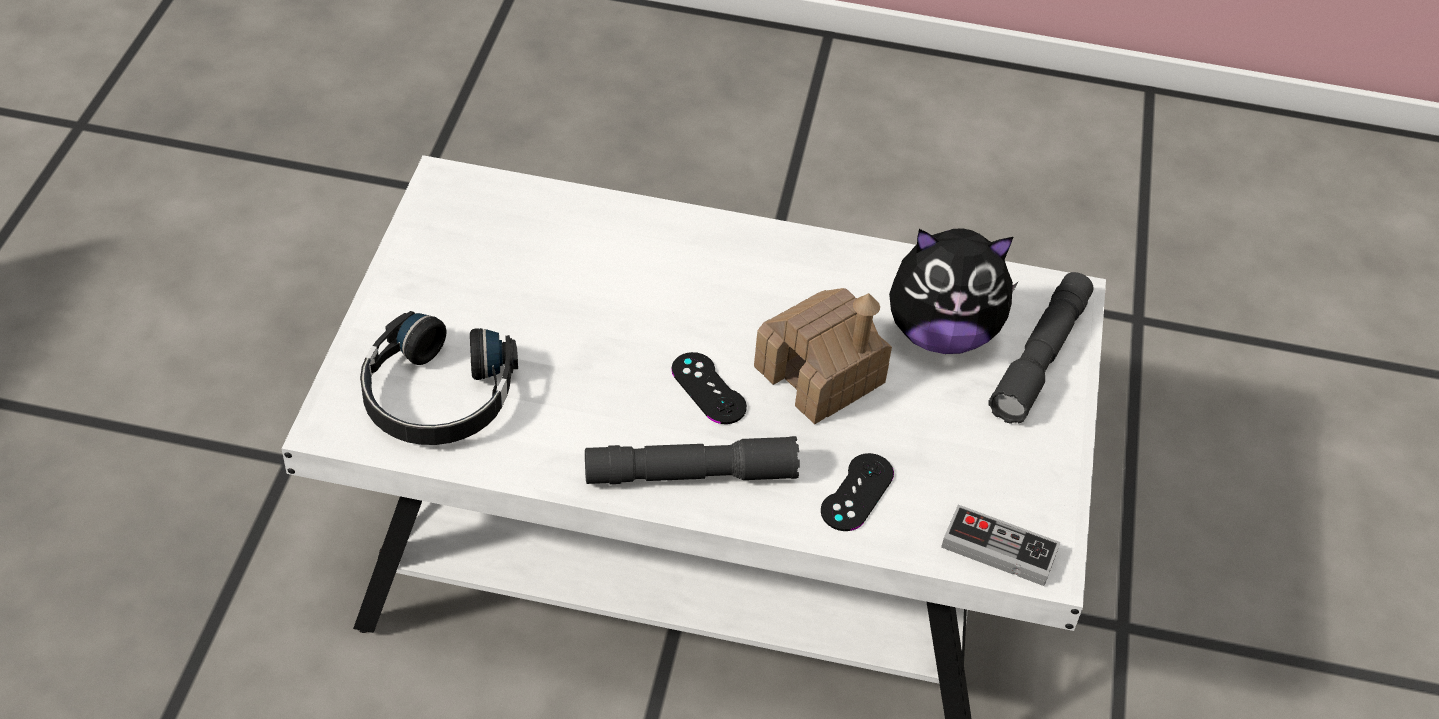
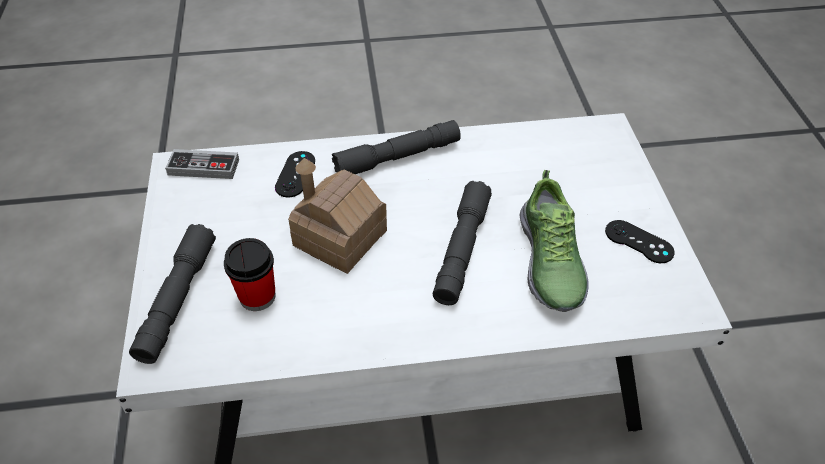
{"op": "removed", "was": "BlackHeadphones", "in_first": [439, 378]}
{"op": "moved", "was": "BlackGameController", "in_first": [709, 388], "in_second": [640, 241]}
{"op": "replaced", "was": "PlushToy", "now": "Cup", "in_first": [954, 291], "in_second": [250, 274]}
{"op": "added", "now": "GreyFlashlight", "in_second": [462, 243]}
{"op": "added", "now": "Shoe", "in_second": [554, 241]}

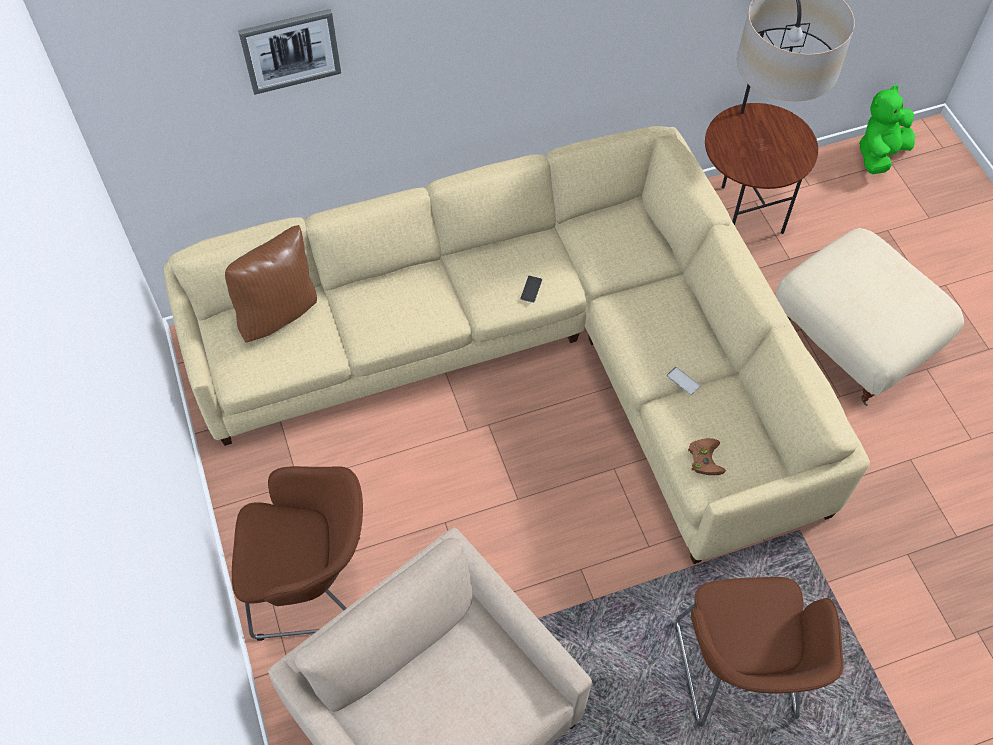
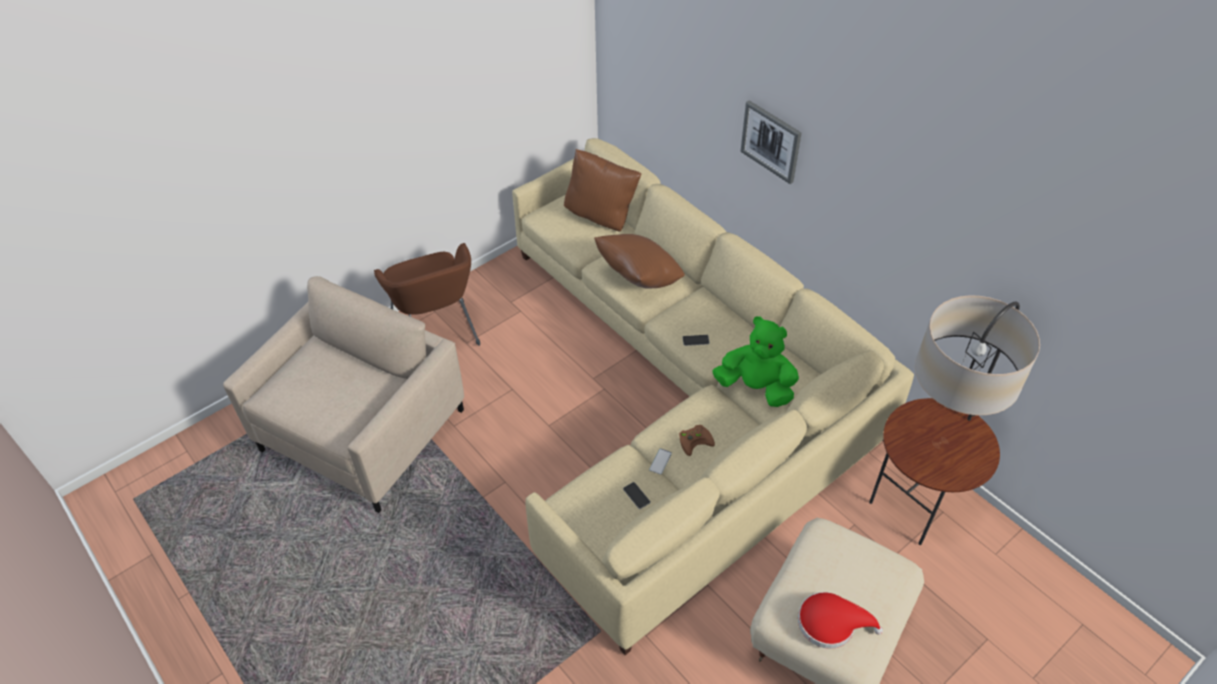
{"op": "moved", "was": "Picture", "in_first": [289, 52], "in_second": [771, 142]}
{"op": "removed", "was": "BrownArmchair", "in_first": [759, 652]}
{"op": "moved", "was": "BrownGameController", "in_first": [707, 456], "in_second": [697, 440]}
{"op": "moved", "was": "GreenPlushToy", "in_first": [887, 129], "in_second": [755, 361]}
{"op": "added", "now": "BrownPillow", "in_second": [639, 261]}
{"op": "added", "now": "Phone", "in_second": [637, 495]}
{"op": "added", "now": "RedHat", "in_second": [840, 620]}

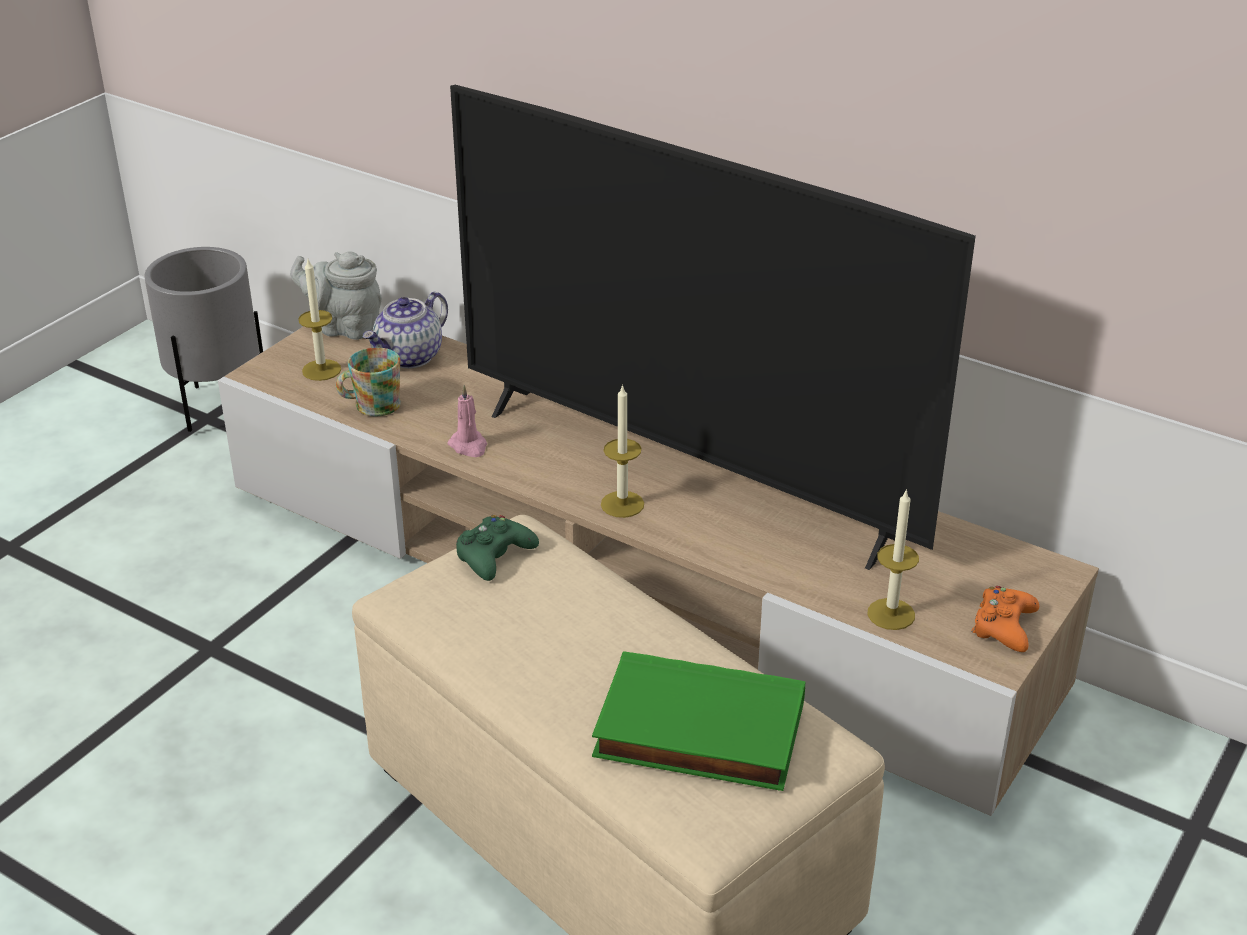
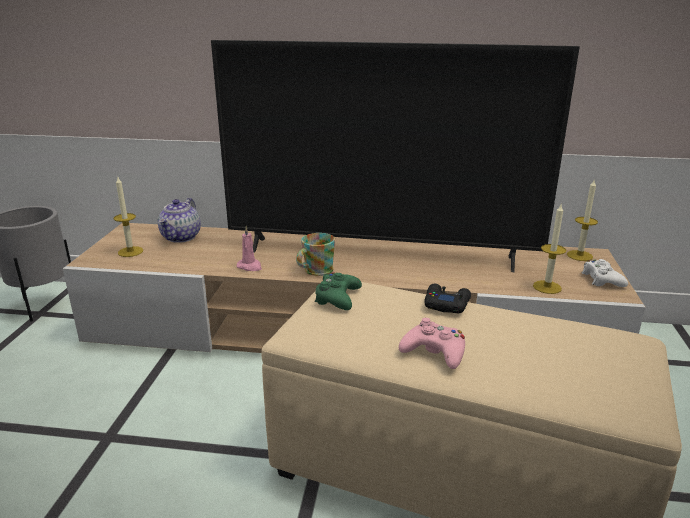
{"op": "removed", "was": "GreyTeapot", "in_first": [336, 295]}
{"op": "moved", "was": "Mug", "in_first": [368, 382], "in_second": [315, 254]}
{"op": "removed", "was": "GreenBook", "in_first": [698, 721]}
{"op": "moved", "was": "Candle", "in_first": [622, 451], "in_second": [582, 220]}
{"op": "recoloured", "was": "OrangeGameController", "now": "WhiteGameController", "in_first": [1005, 619], "in_second": [605, 273]}
{"op": "added", "now": "PinkGameController", "in_second": [432, 343]}
{"op": "added", "now": "BlackGameController", "in_second": [447, 298]}

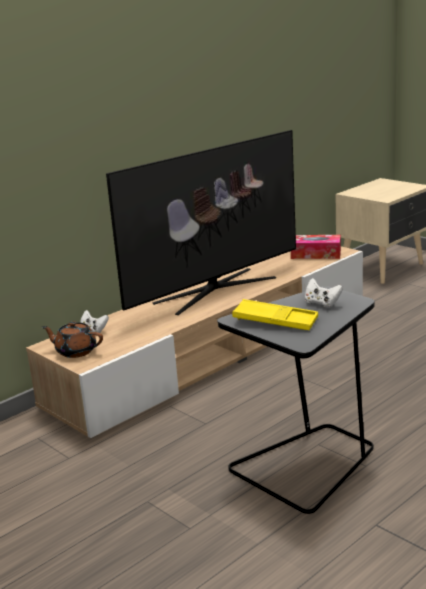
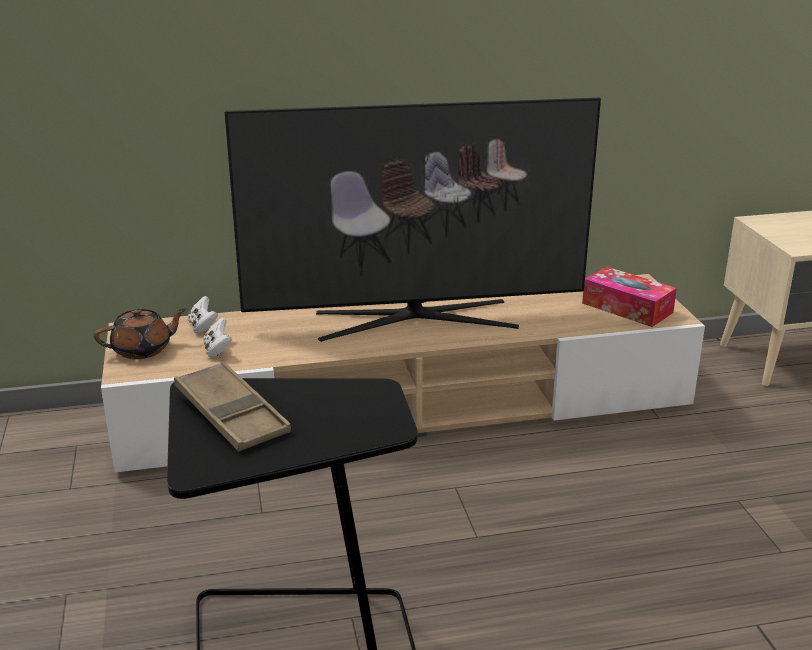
{"op": "turned", "was": "BrownTeapot", "in_first": [72, 339], "in_second": [140, 333], "clockwise": 105}
{"op": "recoloured", "was": "YellowTray", "now": "BrownTray", "in_first": [275, 314], "in_second": [232, 406]}
{"op": "moved", "was": "WhiteGameController", "in_first": [324, 293], "in_second": [217, 337]}

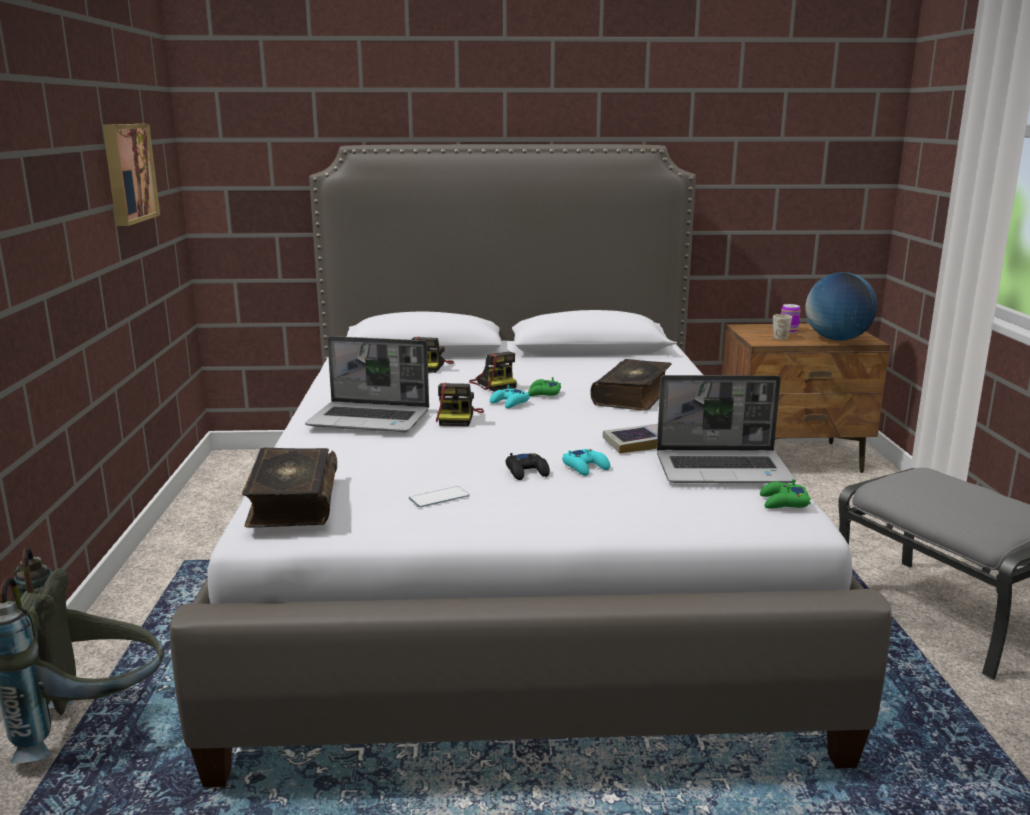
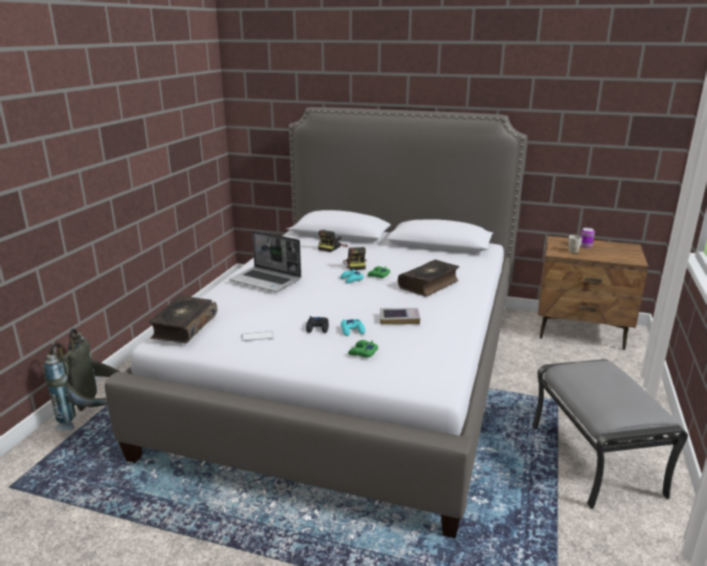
{"op": "removed", "was": "Picture", "in_first": [131, 175]}
{"op": "removed", "was": "PhotoCamera", "in_first": [460, 404]}
{"op": "removed", "was": "Laptop", "in_first": [726, 429]}
{"op": "moved", "was": "GreenGameController", "in_first": [785, 494], "in_second": [363, 349]}
{"op": "removed", "was": "Globe", "in_first": [841, 306]}

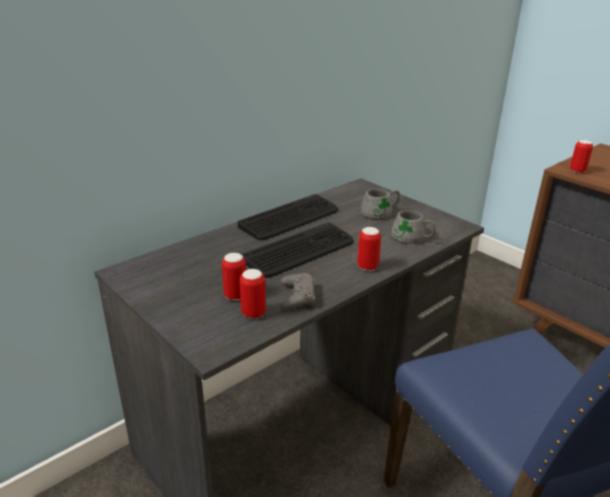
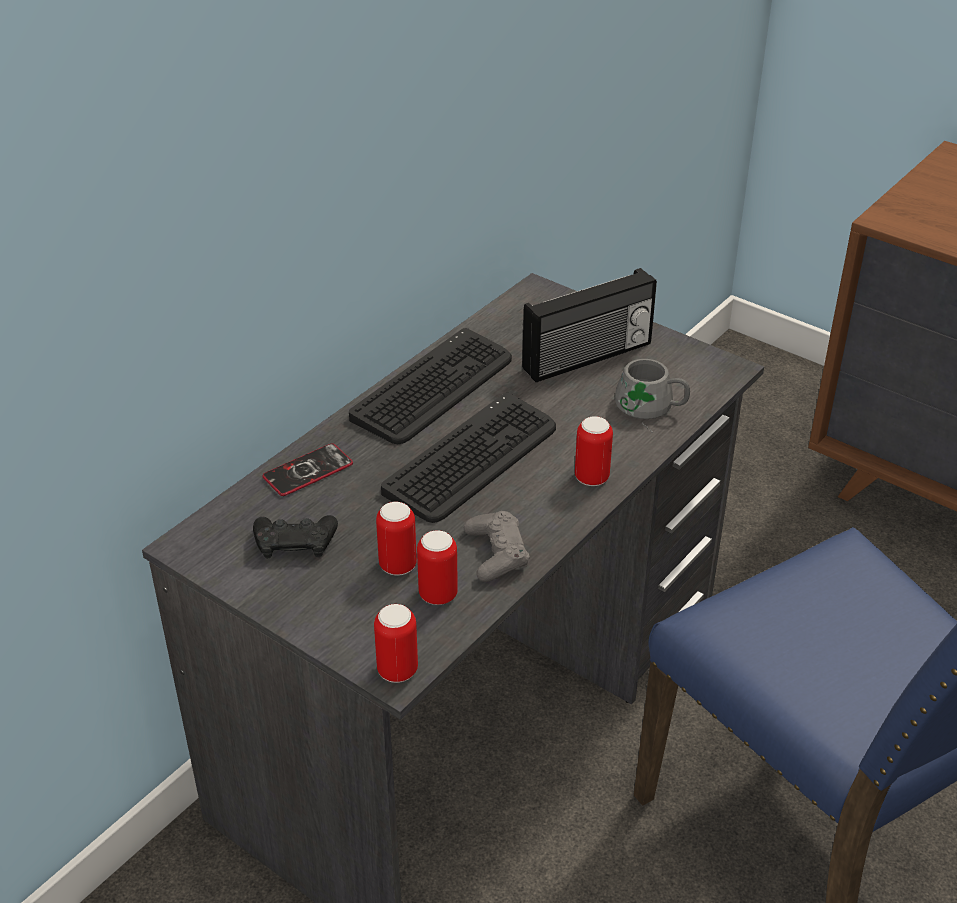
{"op": "replaced", "was": "GreyMug", "now": "Radio", "in_first": [380, 204], "in_second": [589, 325]}
{"op": "moved", "was": "Can", "in_first": [581, 156], "in_second": [396, 643]}
{"op": "added", "now": "BlackGameController", "in_second": [295, 537]}
{"op": "added", "now": "Phone", "in_second": [307, 469]}

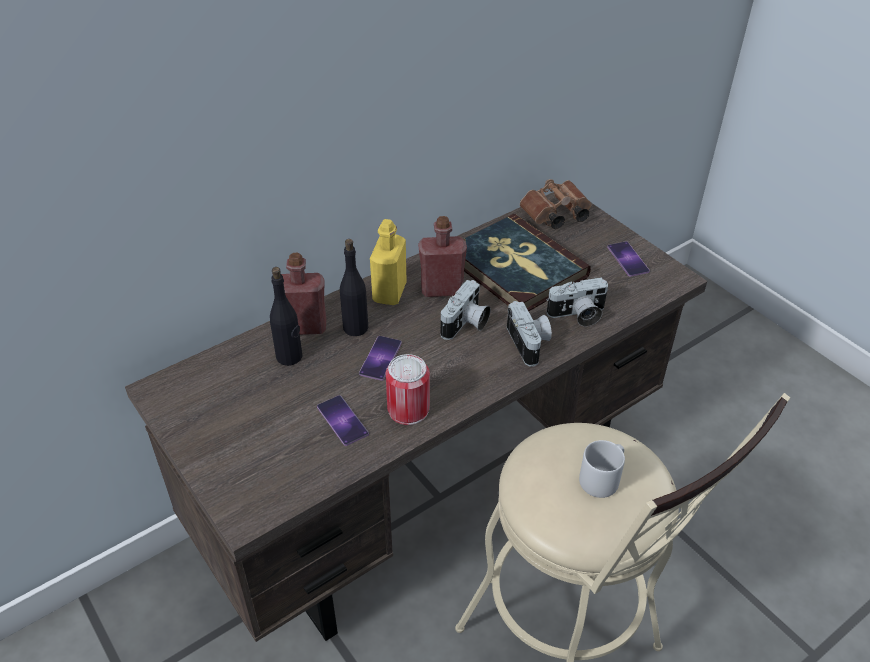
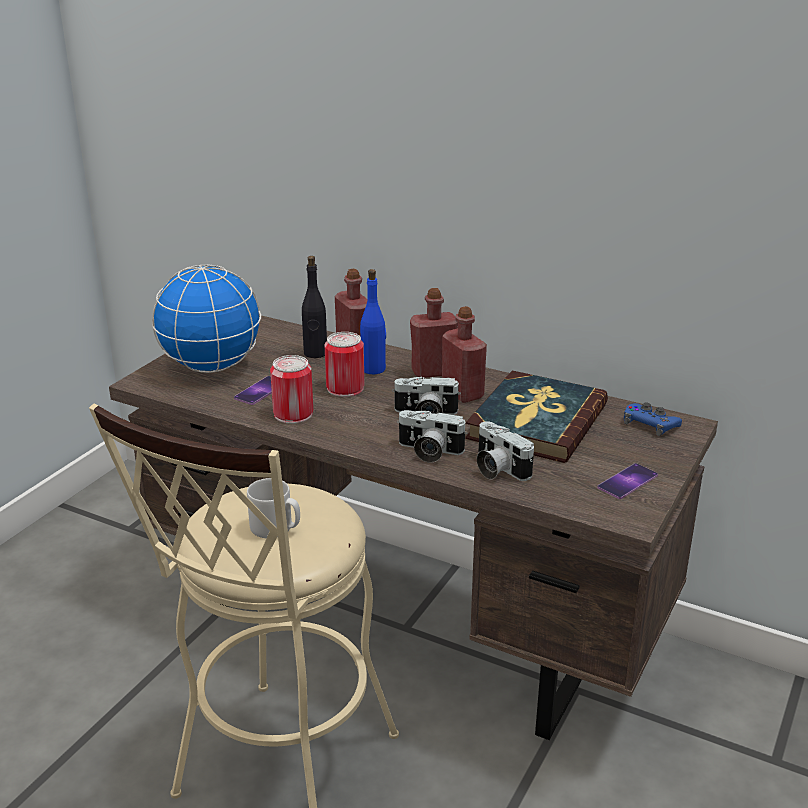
{"op": "recoloured", "was": "BlackBottle", "now": "BlueBottle", "in_first": [354, 287], "in_second": [373, 321]}
{"op": "replaced", "was": "Phone", "now": "Can", "in_first": [380, 358], "in_second": [344, 364]}
{"op": "recoloured", "was": "YellowBottle", "now": "RedBottle", "in_first": [388, 262], "in_second": [434, 333]}
{"op": "turned", "was": "PhotoCamera", "in_first": [529, 334], "in_second": [432, 436], "clockwise": 60}
{"op": "replaced", "was": "BrownBinoculars", "now": "BlueGameController", "in_first": [556, 204], "in_second": [653, 419]}
{"op": "added", "now": "Globe", "in_second": [206, 319]}

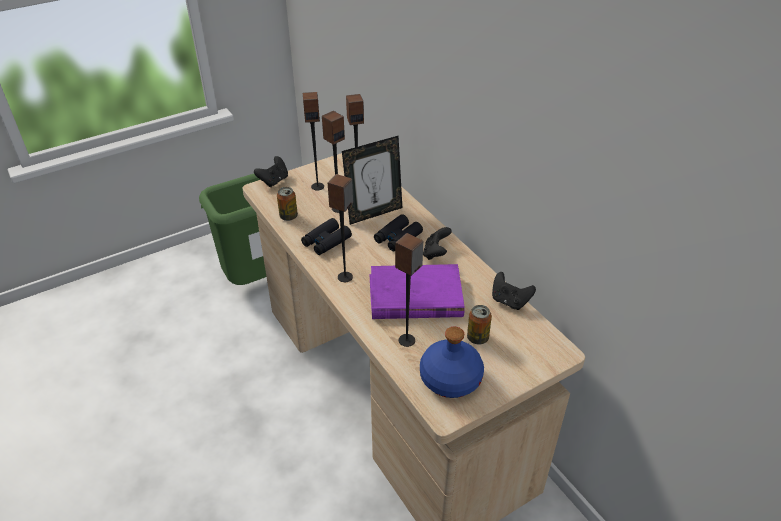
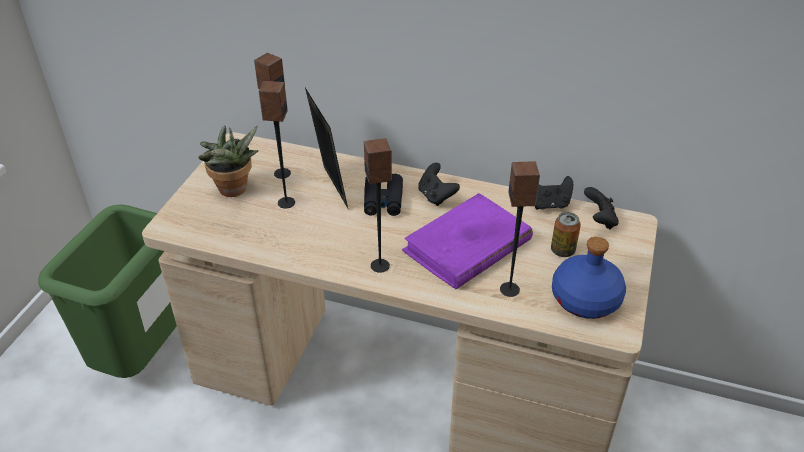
{"op": "moved", "was": "BlackGameController", "in_first": [271, 171], "in_second": [601, 208]}
{"op": "removed", "was": "Can", "in_first": [287, 204]}
{"op": "removed", "was": "BlackBinoculars", "in_first": [326, 236]}
{"op": "replaced", "was": "Speaker", "now": "PottedPlant", "in_first": [313, 141], "in_second": [228, 161]}
{"op": "turned", "was": "PictureFrame", "in_first": [372, 180], "in_second": [326, 148], "clockwise": -45}

